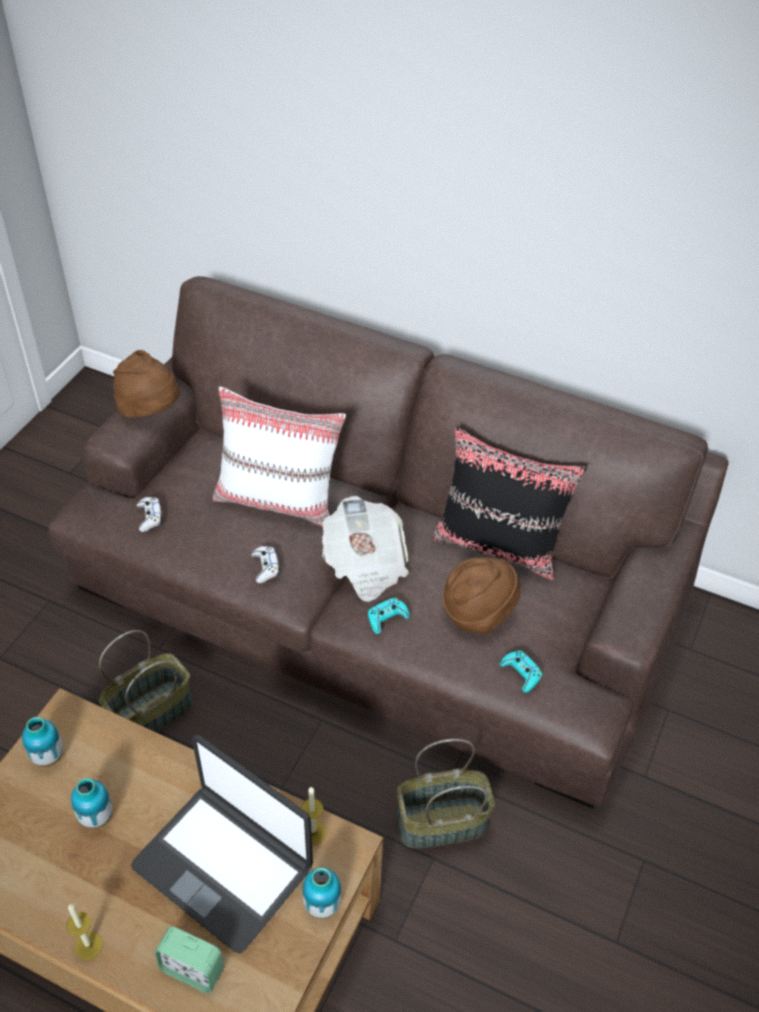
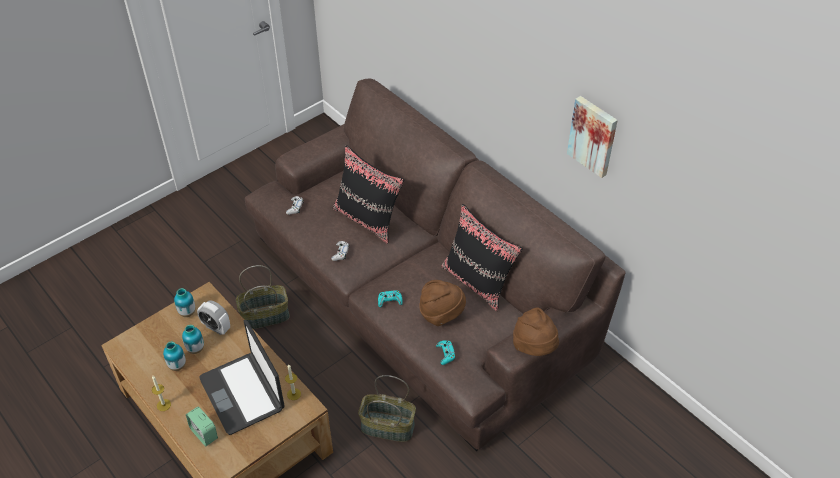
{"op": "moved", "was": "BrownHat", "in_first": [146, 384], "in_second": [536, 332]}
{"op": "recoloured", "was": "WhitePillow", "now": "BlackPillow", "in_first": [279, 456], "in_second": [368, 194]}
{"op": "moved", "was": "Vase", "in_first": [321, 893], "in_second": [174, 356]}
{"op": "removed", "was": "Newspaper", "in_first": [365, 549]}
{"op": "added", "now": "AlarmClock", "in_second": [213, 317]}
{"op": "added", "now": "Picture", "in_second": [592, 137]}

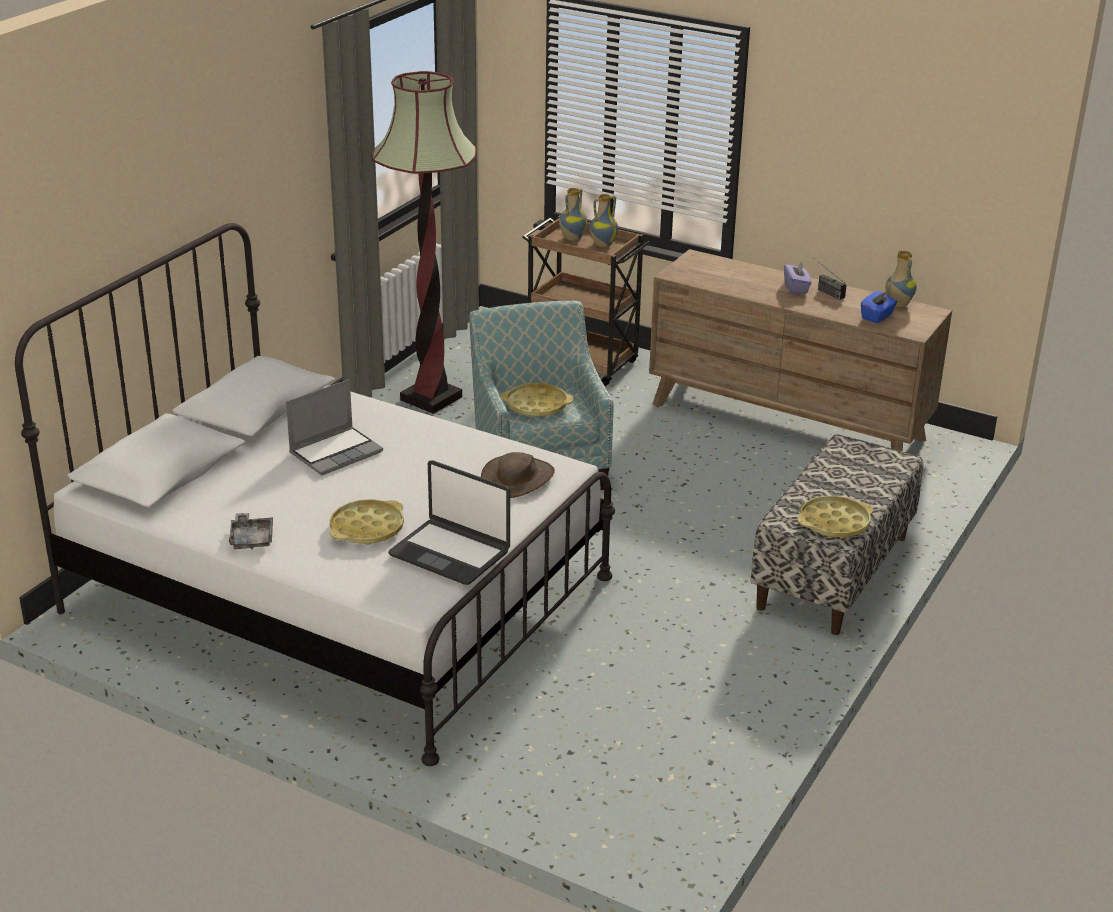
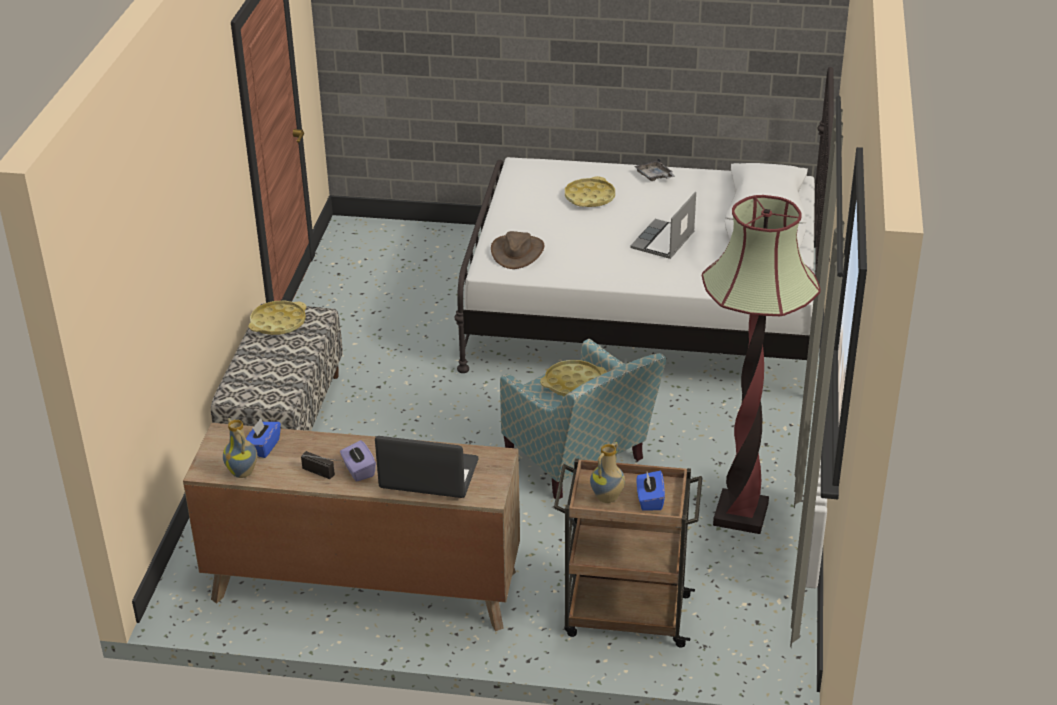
{"op": "moved", "was": "Laptop", "in_first": [449, 522], "in_second": [427, 467]}
{"op": "replaced", "was": "Vase", "now": "BlueTissueBox", "in_first": [573, 214], "in_second": [651, 491]}

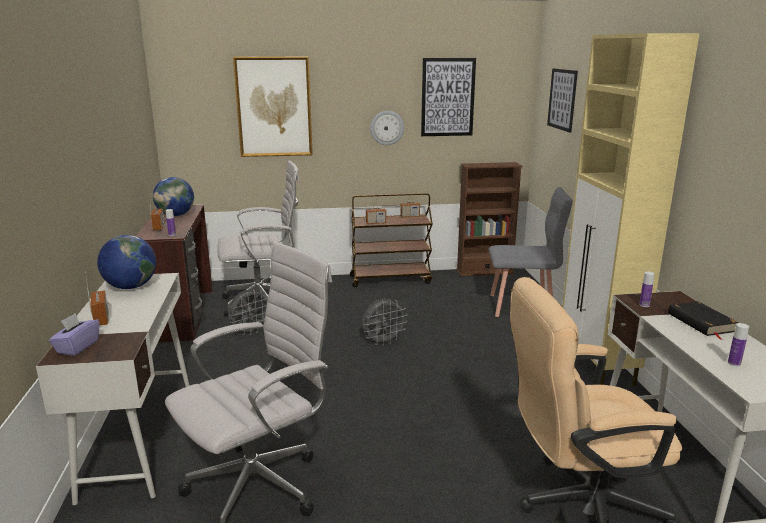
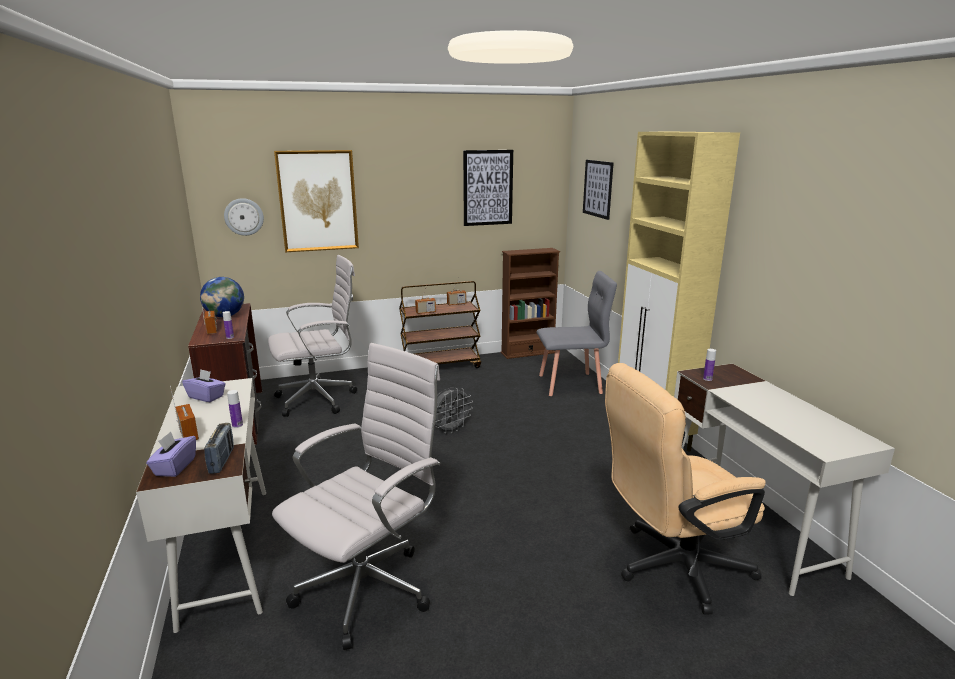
{"op": "replaced", "was": "Globe", "now": "PurpleTissueBox", "in_first": [126, 262], "in_second": [204, 385]}
{"op": "removed", "was": "GreyFan", "in_first": [248, 312]}
{"op": "moved", "was": "WallClock", "in_first": [387, 128], "in_second": [244, 217]}
{"op": "removed", "was": "BlackBook", "in_first": [703, 320]}
{"op": "moved", "was": "Bottle", "in_first": [738, 344], "in_second": [235, 409]}
{"op": "added", "now": "Radio", "in_second": [219, 448]}

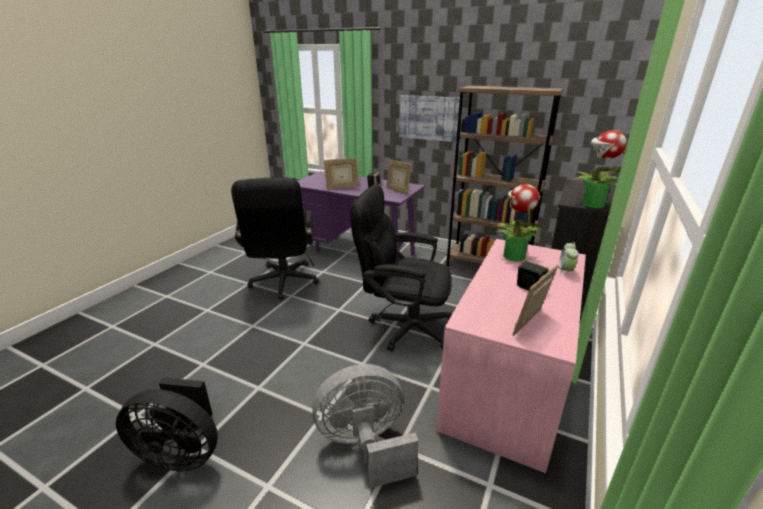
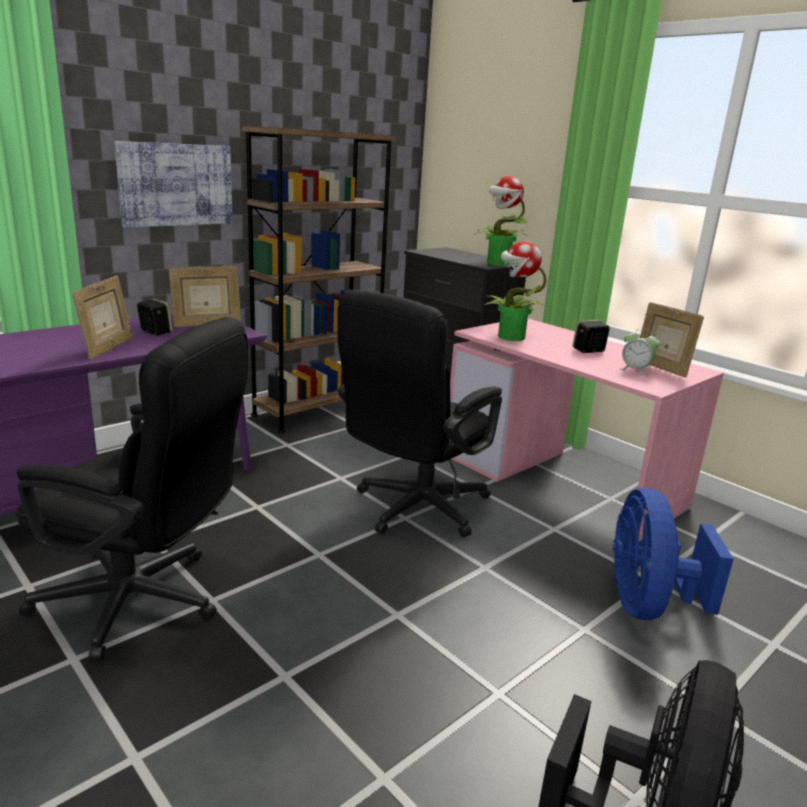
{"op": "recoloured", "was": "GreyFan", "now": "BlueFan", "in_first": [365, 426], "in_second": [673, 554]}
{"op": "moved", "was": "AlarmClock", "in_first": [568, 259], "in_second": [640, 352]}

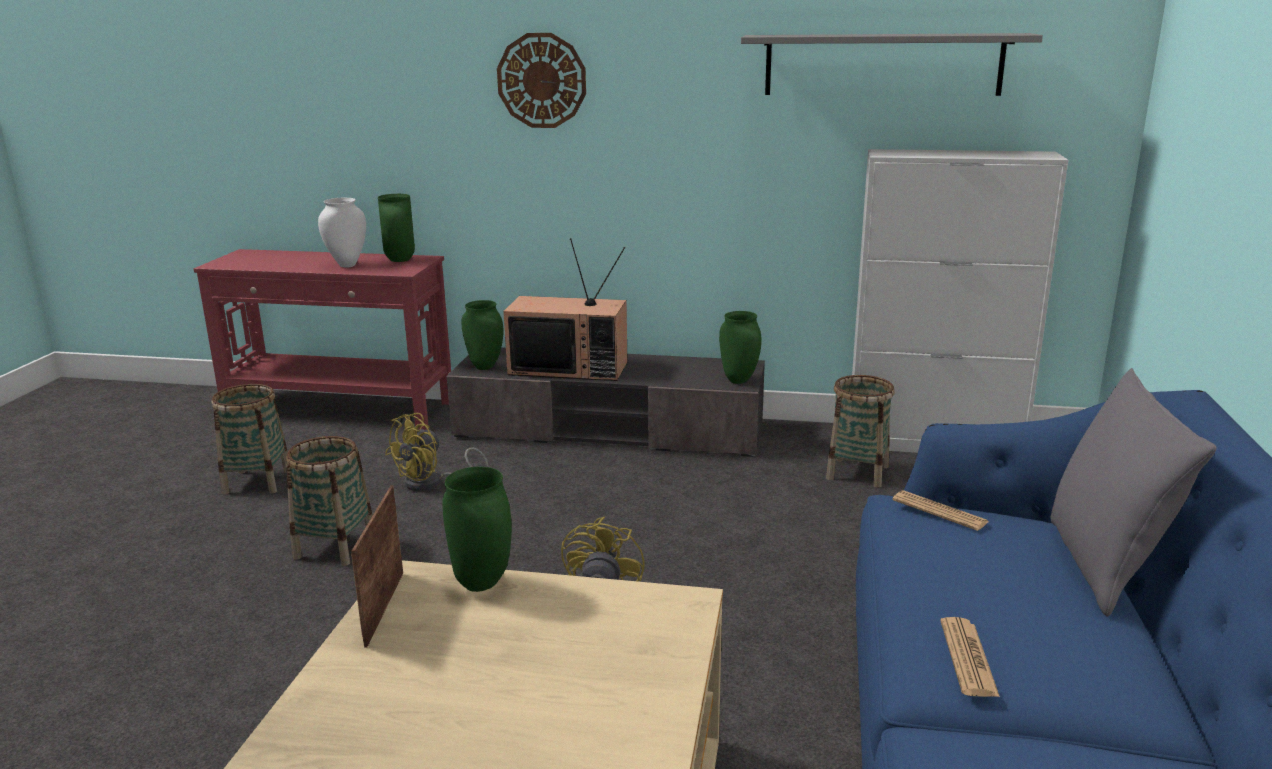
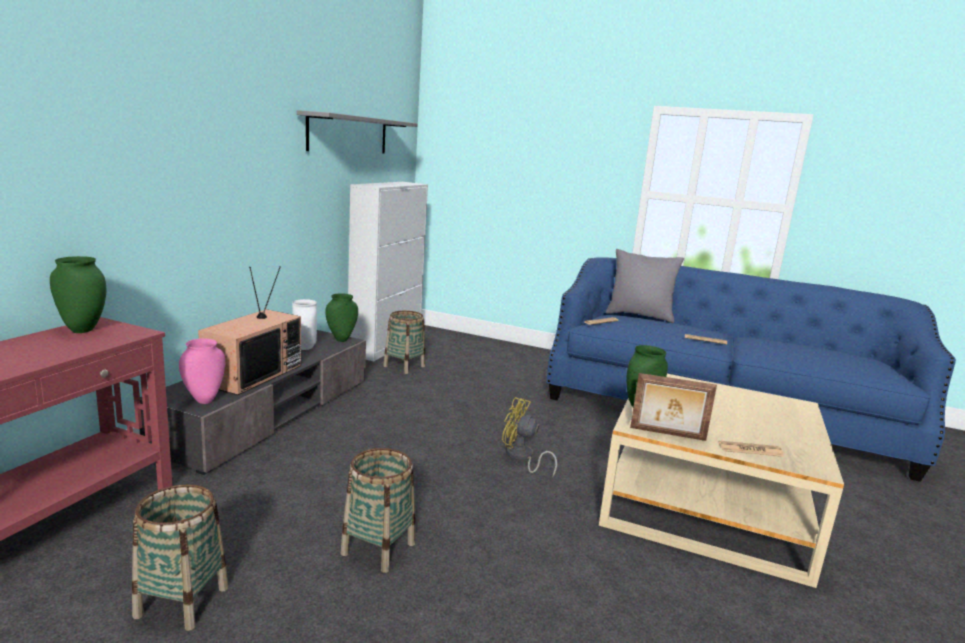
{"op": "moved", "was": "WhiteVase", "in_first": [342, 233], "in_second": [304, 324]}
{"op": "removed", "was": "YellowFan", "in_first": [437, 452]}
{"op": "recoloured", "was": "GreenVase", "now": "PinkVase", "in_first": [482, 335], "in_second": [202, 371]}
{"op": "removed", "was": "WallClock", "in_first": [541, 80]}
{"op": "added", "now": "Newspaper", "in_second": [751, 449]}

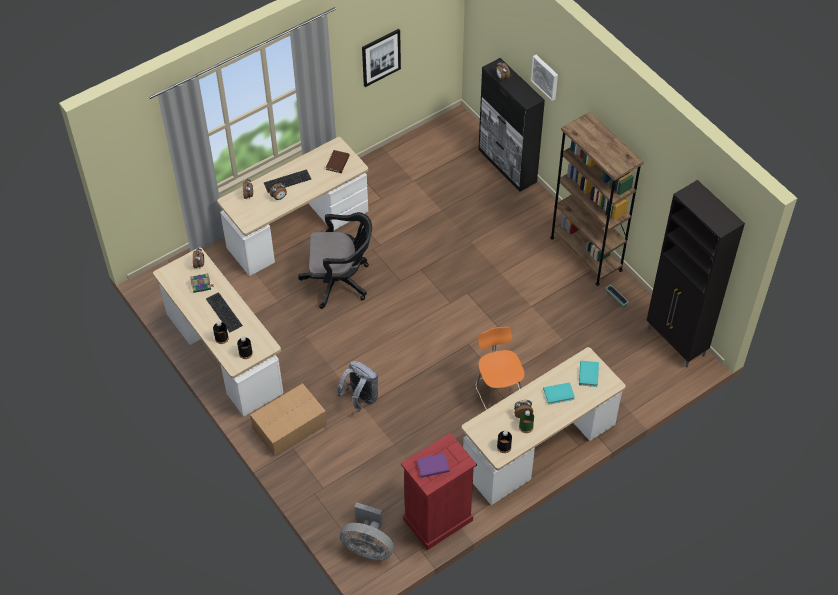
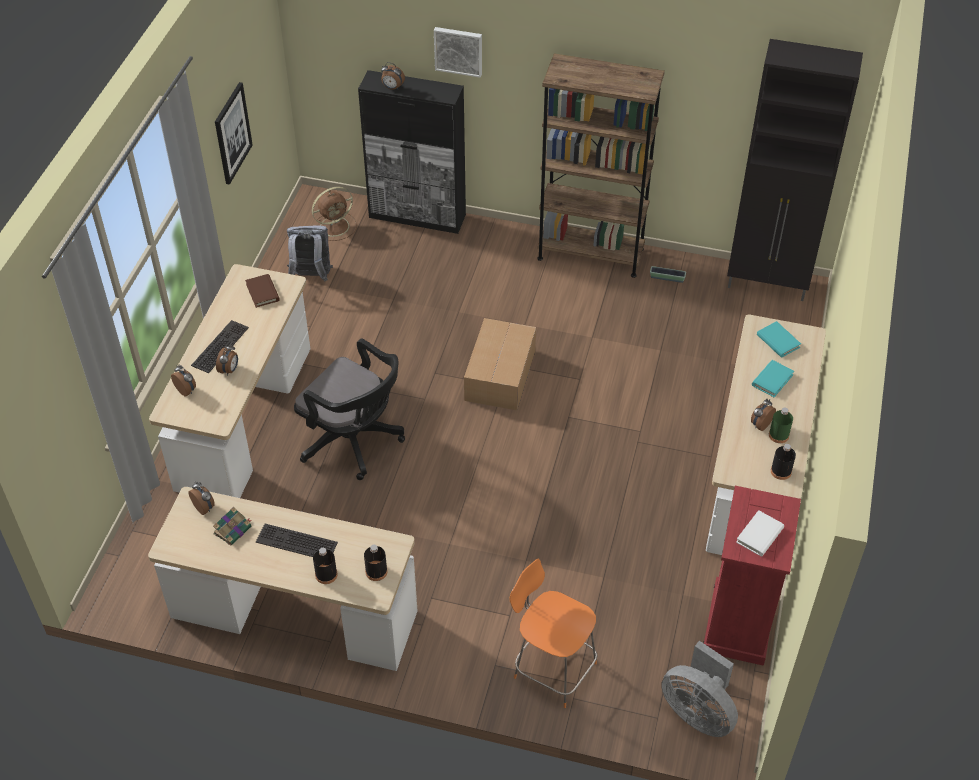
{"op": "moved", "was": "CardboardBox", "in_first": [288, 420], "in_second": [500, 364]}
{"op": "turned", "was": "BlackOfficeChair", "in_first": [335, 260], "in_second": [349, 409], "clockwise": 75}
{"op": "moved", "was": "GreyBackpack", "in_first": [357, 386], "in_second": [310, 253]}
{"op": "turned", "was": "GreyFan", "in_first": [367, 531], "in_second": [699, 689], "clockwise": 60}
{"op": "recoloured", "was": "PurpleBook", "now": "WhiteBook", "in_first": [433, 465], "in_second": [760, 533]}
{"op": "moved", "was": "OrangeChair", "in_first": [500, 368], "in_second": [553, 633]}
{"op": "added", "now": "BrownFan", "in_second": [334, 214]}

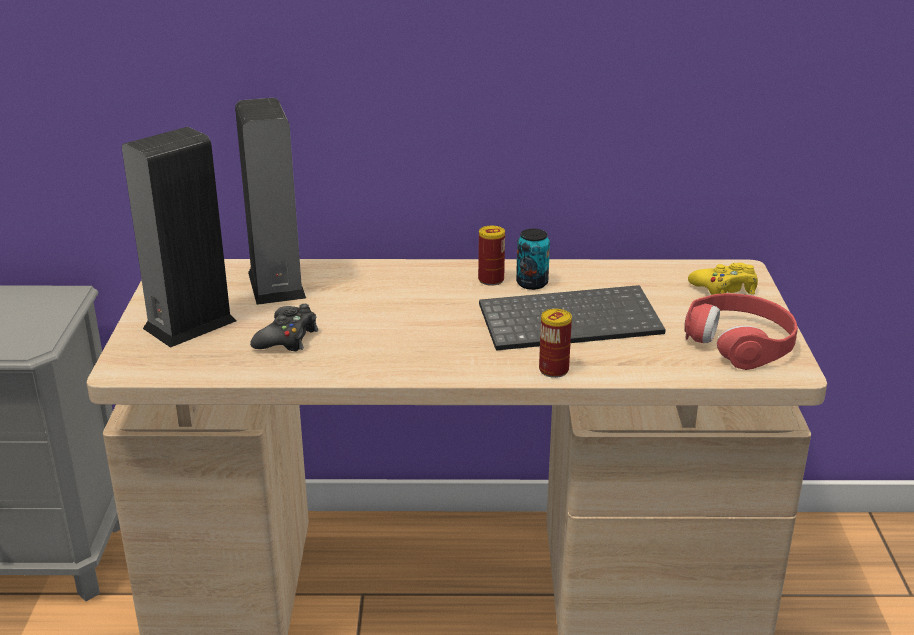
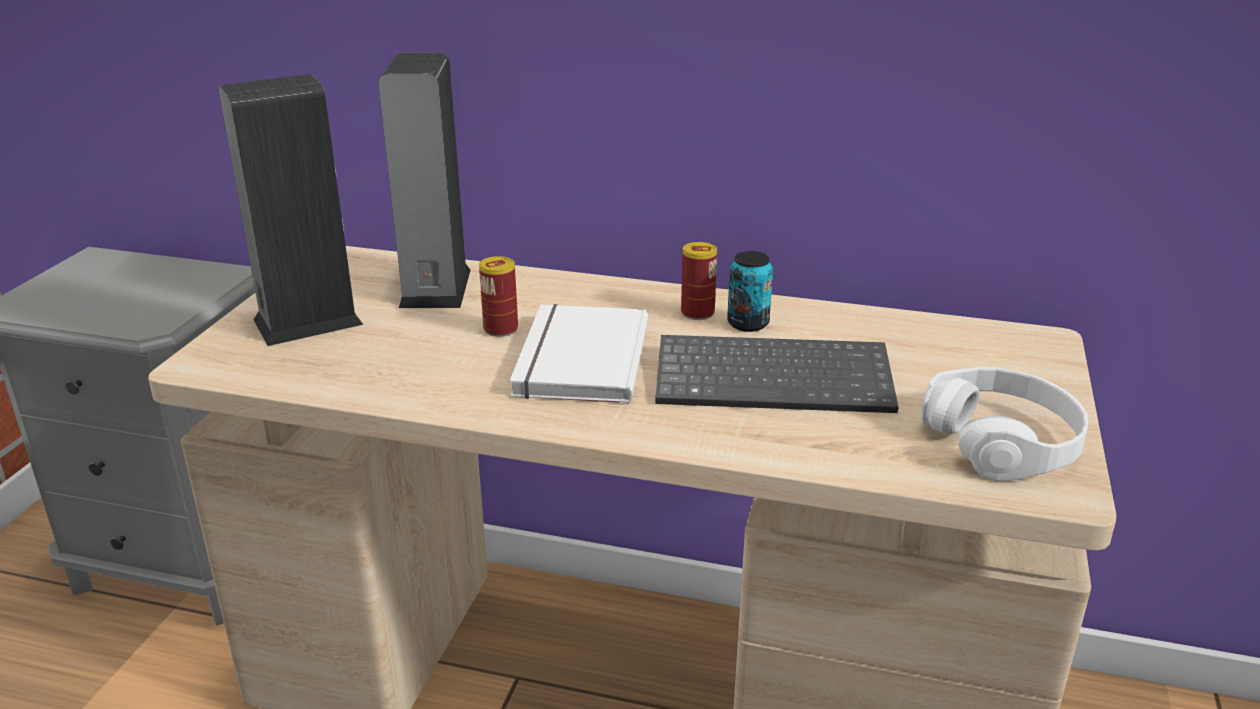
{"op": "removed", "was": "BlackGameController", "in_first": [284, 327]}
{"op": "moved", "was": "Can", "in_first": [555, 343], "in_second": [498, 296]}
{"op": "recoloured", "was": "RedHeadphones", "now": "WhiteHeadphones", "in_first": [741, 331], "in_second": [1004, 424]}
{"op": "removed", "was": "YellowGameController", "in_first": [723, 279]}
{"op": "added", "now": "WhiteBook", "in_second": [578, 353]}

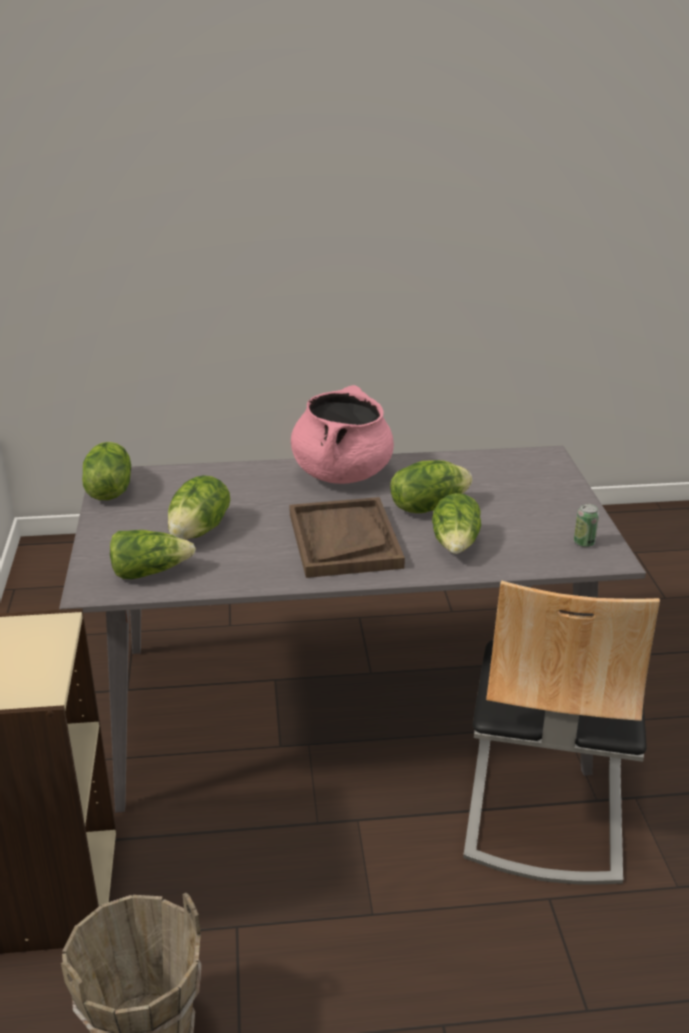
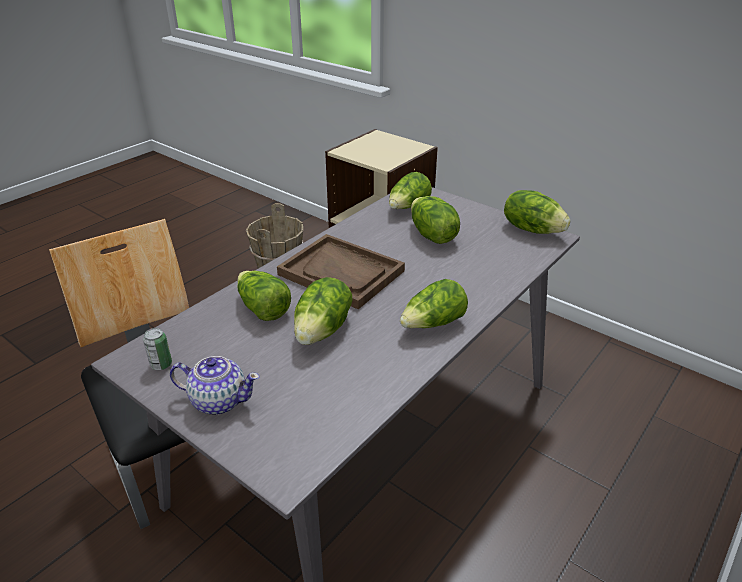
{"op": "replaced", "was": "PinkCookingPot", "now": "Lettuce", "in_first": [342, 434], "in_second": [434, 303]}
{"op": "added", "now": "Teapot", "in_second": [215, 385]}

